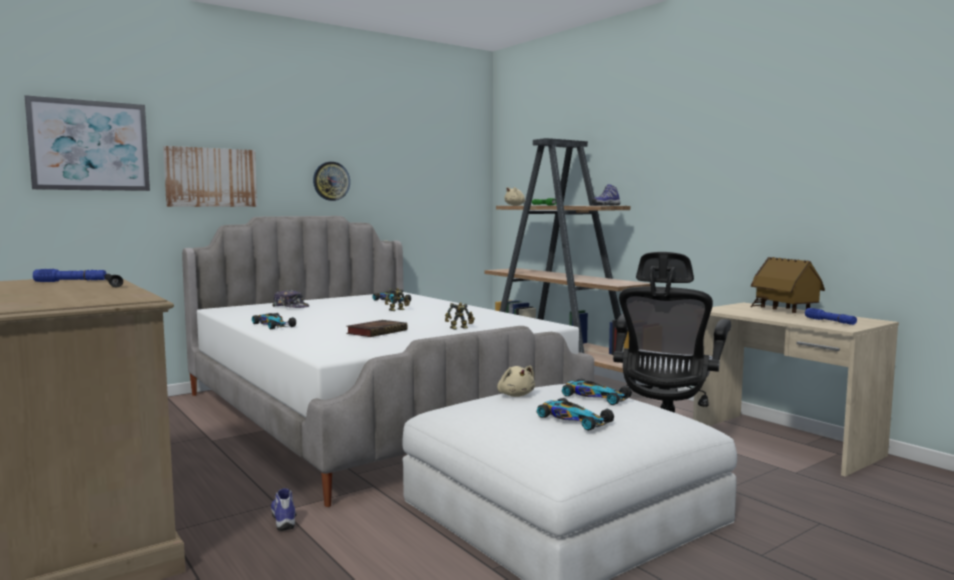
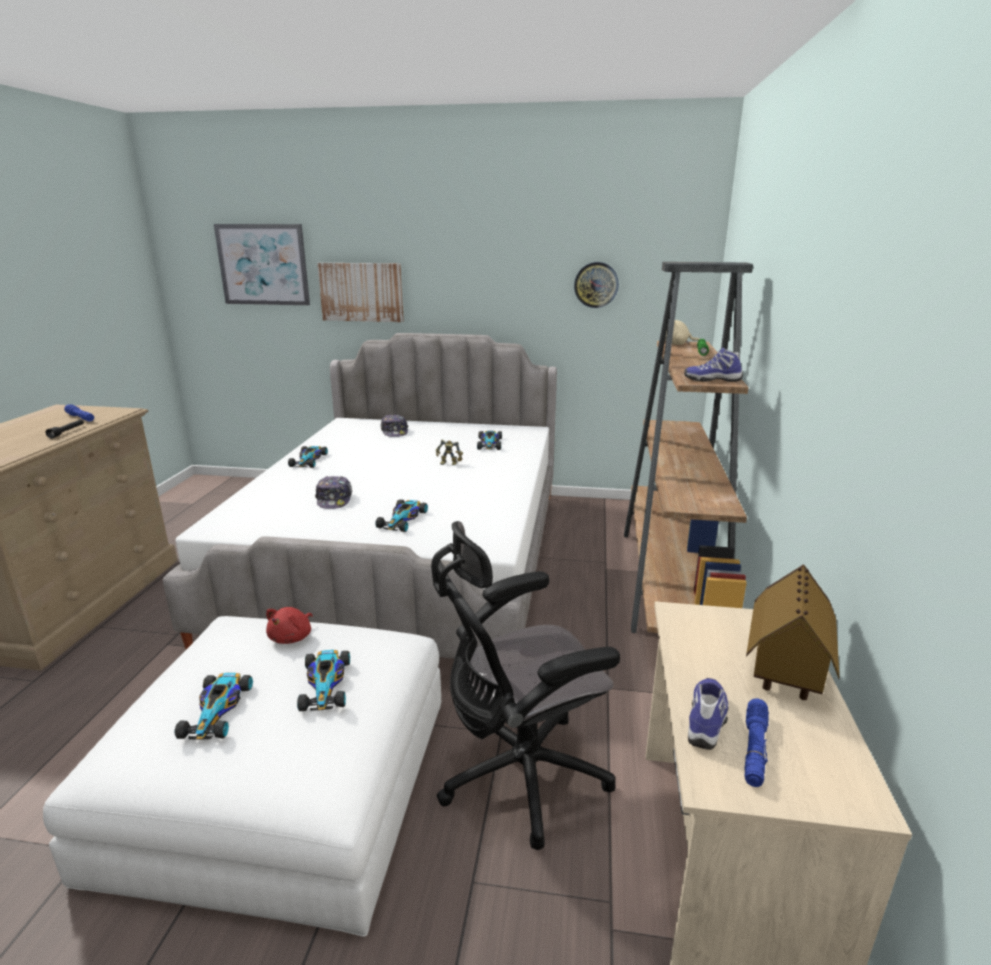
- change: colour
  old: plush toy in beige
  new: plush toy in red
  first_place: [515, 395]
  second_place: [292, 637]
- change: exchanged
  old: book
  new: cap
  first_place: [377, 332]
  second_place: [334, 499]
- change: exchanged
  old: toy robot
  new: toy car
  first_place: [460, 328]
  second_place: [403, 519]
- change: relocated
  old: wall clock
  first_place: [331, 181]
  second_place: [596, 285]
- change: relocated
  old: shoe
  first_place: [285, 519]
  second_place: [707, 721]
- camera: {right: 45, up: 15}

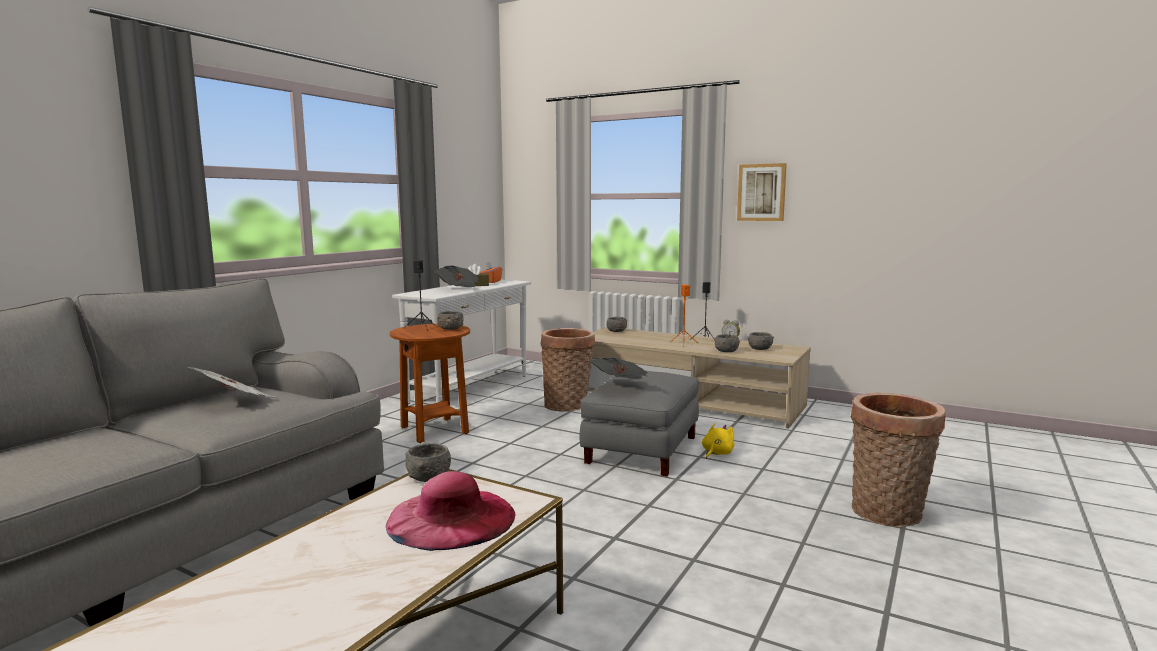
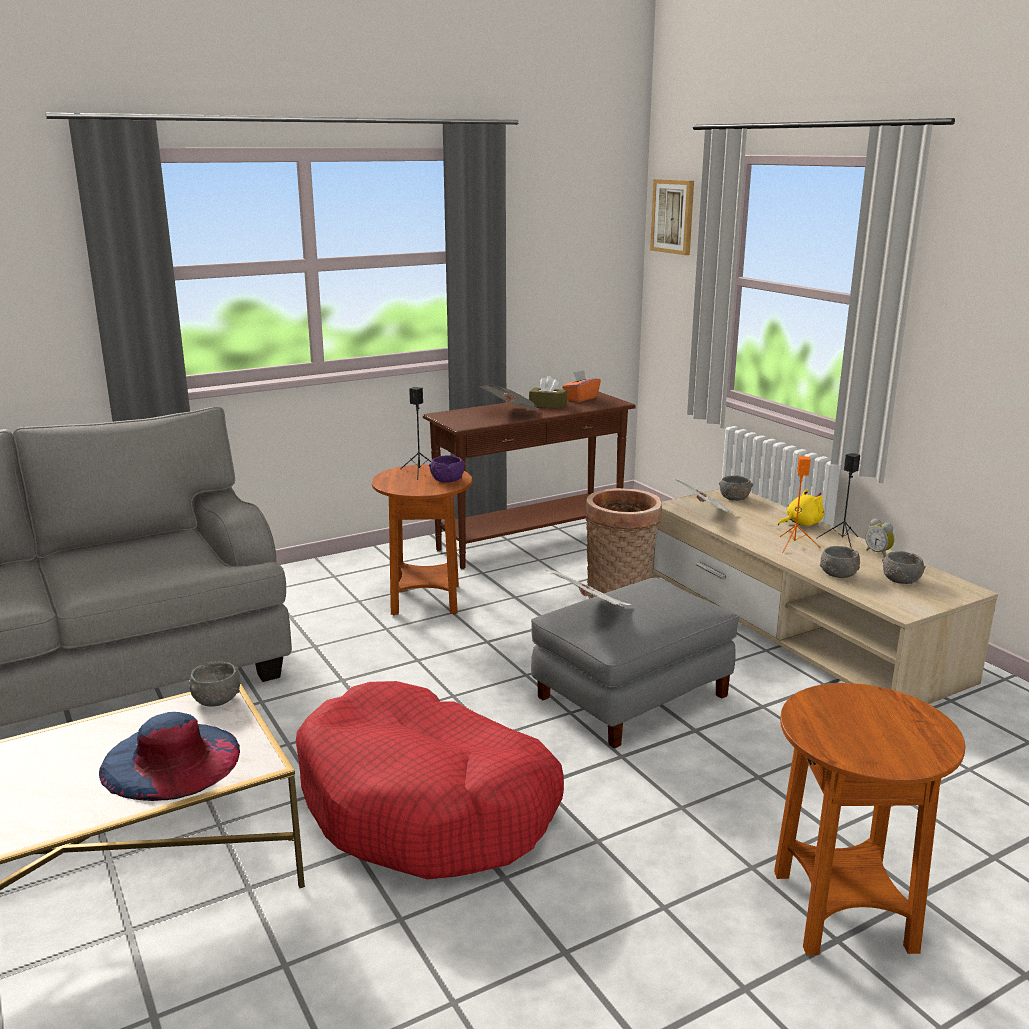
- change: colour
  old: hat in pink
  new: hat in blue
  first_place: [451, 518]
  second_place: [171, 760]
- change: appeared
  new: dog bed in red
  second_place: [427, 806]
- change: colour
  old: console table in white
  new: console table in brown
  first_place: [470, 388]
  second_place: [530, 541]
- change: colour
  old: bowl in grey
  new: bowl in purple
  first_place: [450, 329]
  second_place: [447, 480]
- change: relocated
  old: picture
  first_place: [761, 192]
  second_place: [673, 216]
- change: relocated
  old: newspaper
  first_place: [236, 402]
  second_place: [704, 513]
- change: exchanged
  old: basket
  new: side table in brown
  first_place: [888, 515]
  second_place: [843, 912]
- change: relocated
  old: plush toy in yellow
  first_place: [716, 453]
  second_place: [801, 523]
- camera: {right: 30, up: 10}

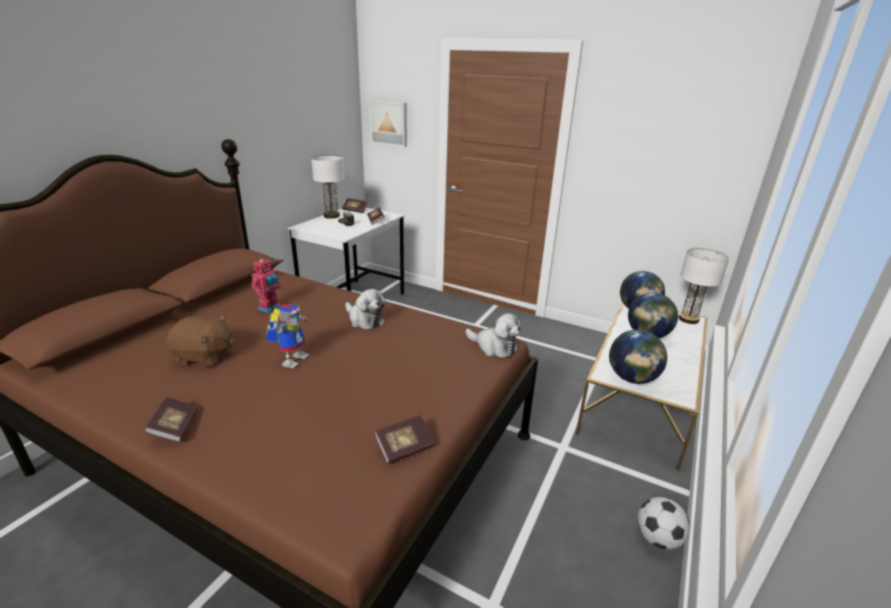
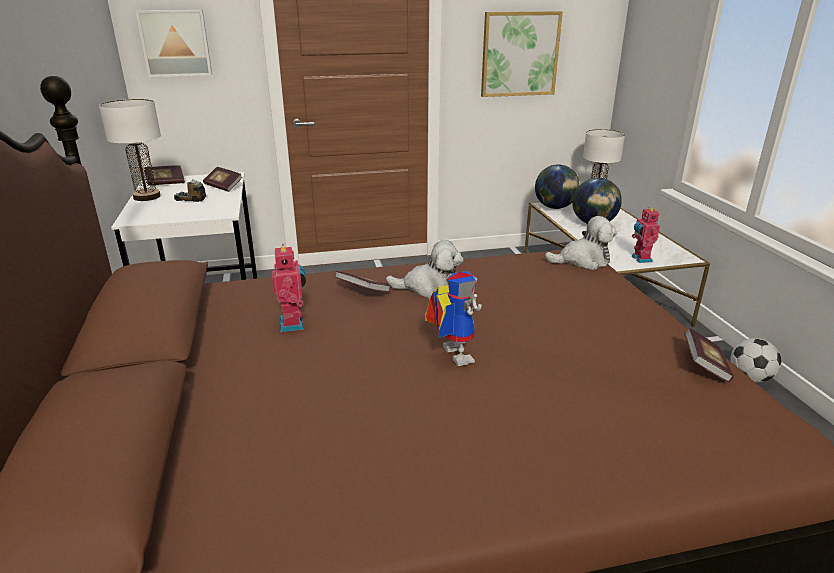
- change: relocated
  old: book
  first_place: [175, 428]
  second_place: [363, 292]
- change: appeared
  new: picture
  second_place: [519, 54]
- change: exchanged
  old: globe
  new: toy robot
  first_place: [632, 379]
  second_place: [640, 259]
- change: missing
  old: plush toy in brown
  first_place: [204, 357]
- camera: {right: -40, up: 0}

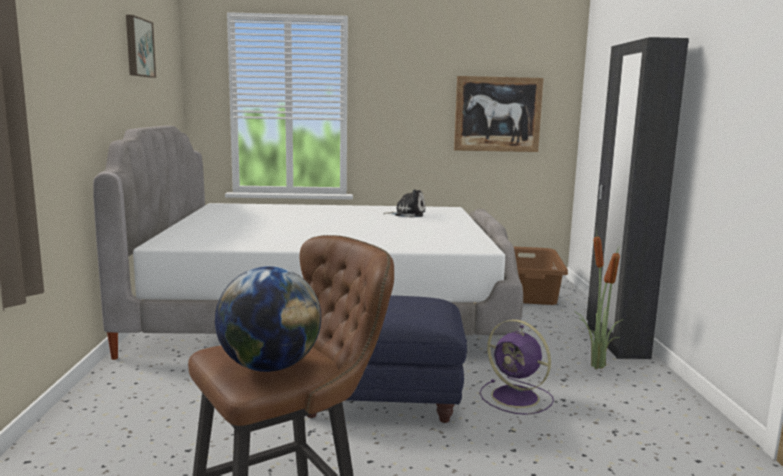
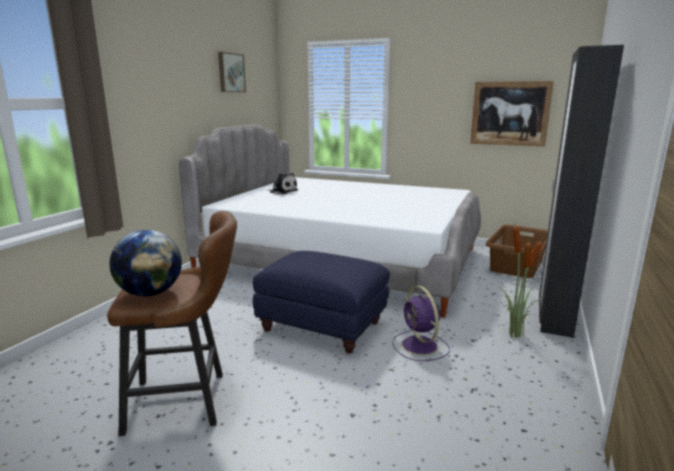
- change: relocated
  old: plush toy
  first_place: [407, 214]
  second_place: [282, 191]
- camera: {right: 25, up: 5}

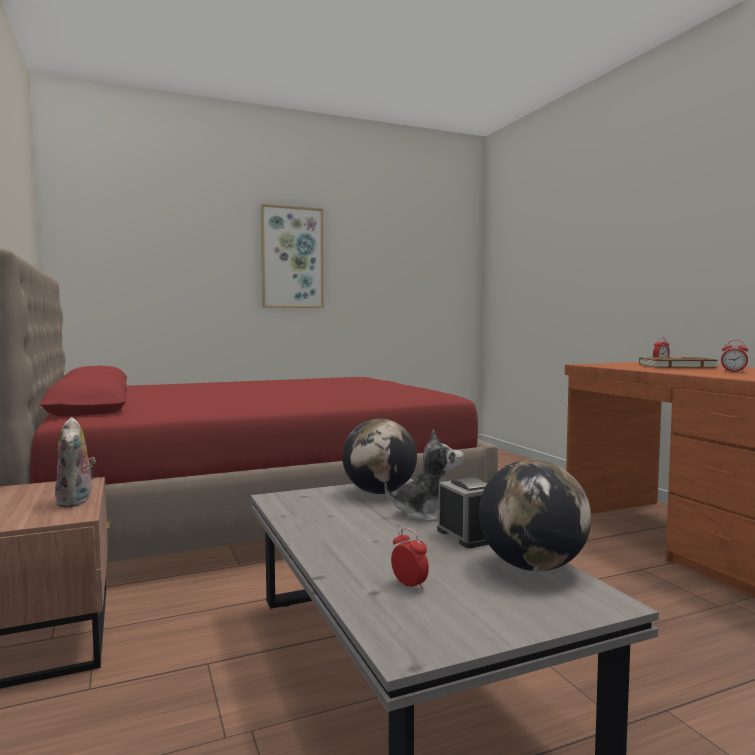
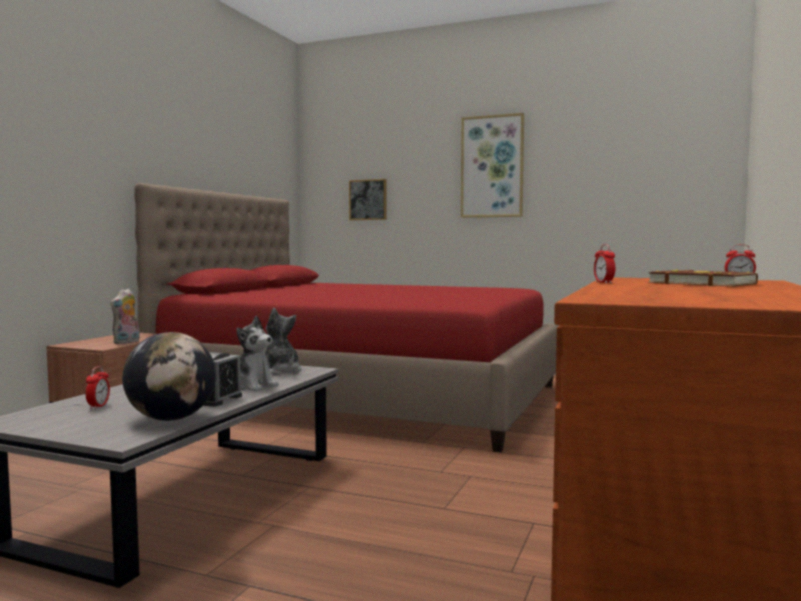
- change: exchanged
  old: globe
  new: plush toy
  first_place: [379, 492]
  second_place: [280, 371]
- change: appeared
  new: picture
  second_place: [368, 200]
- change: relocated
  old: alarm clock
  first_place: [733, 371]
  second_place: [603, 283]
- camera: {right: 45, up: 0}

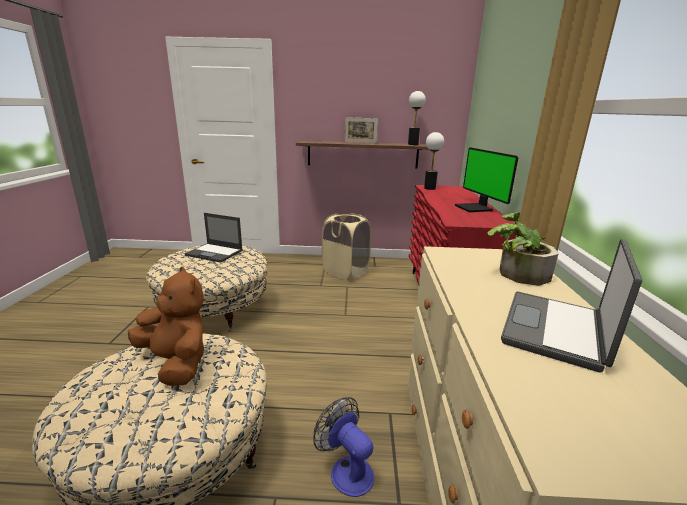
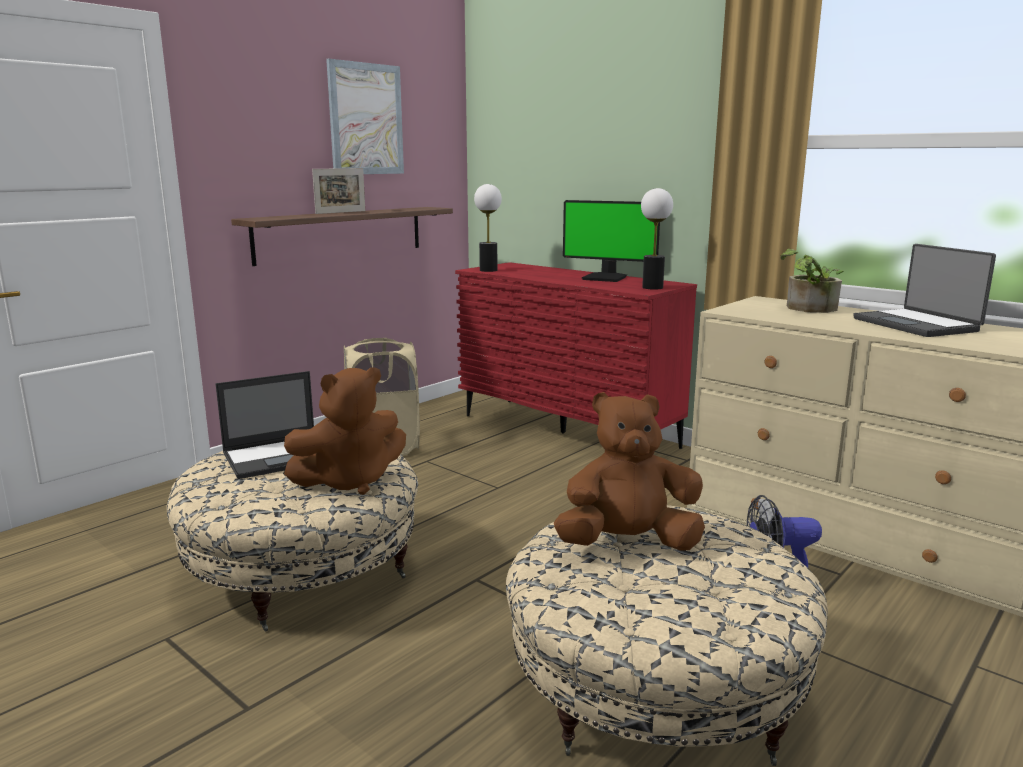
- change: appeared
  new: plush toy in brown
  second_place: [350, 481]
- change: appeared
  new: picture
  second_place: [366, 119]
- change: relocated
  old: table lamp
  first_place: [413, 144]
  second_place: [652, 287]
- camera: {right: -50, up: -5}

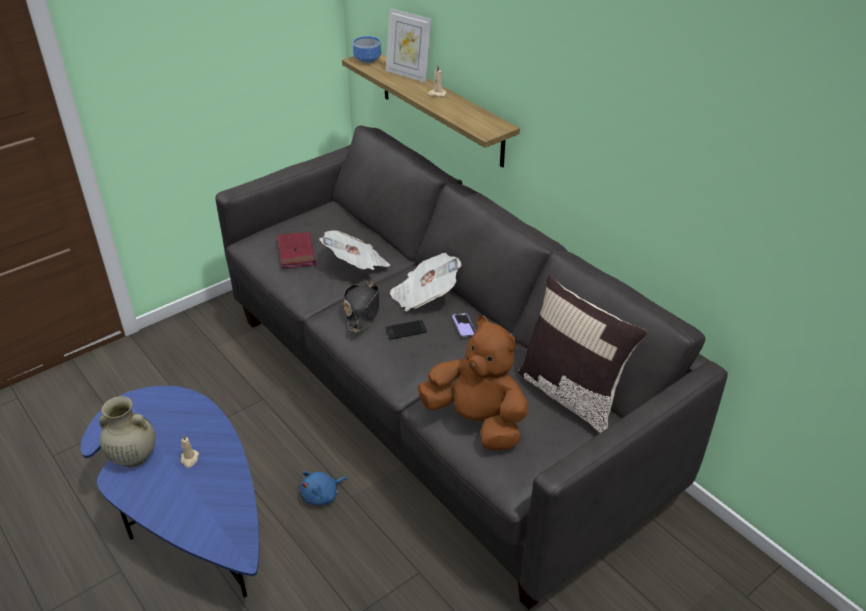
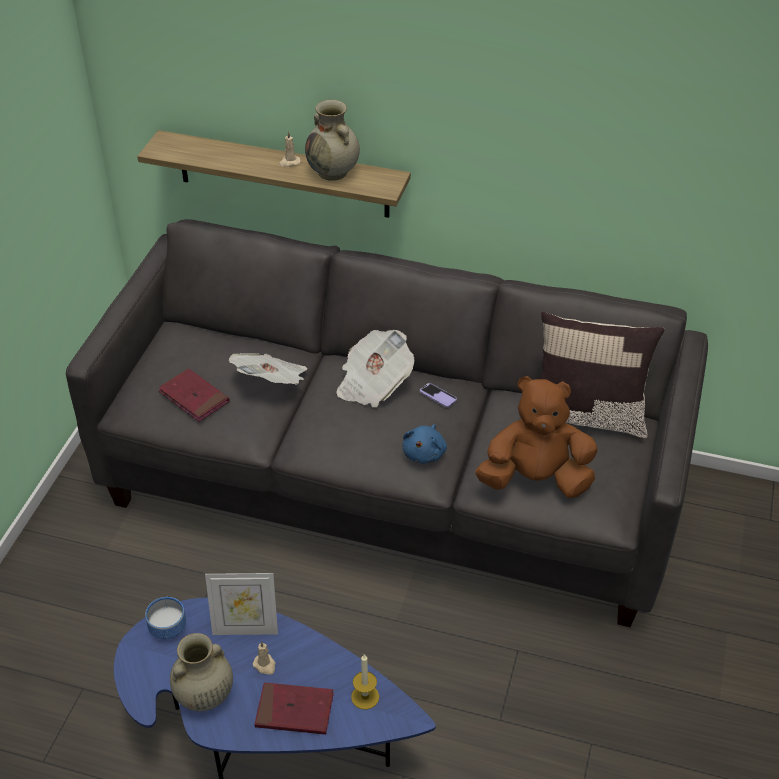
- change: relocated
  old: bowl
  first_place: [366, 60]
  second_place: [166, 628]
- change: relocated
  old: picture frame
  first_place: [408, 75]
  second_place: [245, 628]
- change: appeared
  new: book in red
  second_place: [294, 711]
- change: appeared
  new: vase in beige
  second_place: [333, 172]
- change: appeared
  new: candle
  second_place: [365, 697]
- change: relocated
  old: plush toy in blue
  first_place: [322, 495]
  second_place: [425, 453]
- change: missing
  old: hat in black
  first_place: [362, 310]
- change: missing
  old: phone
  first_place: [406, 330]
- camera: {right: -35, up: 5}

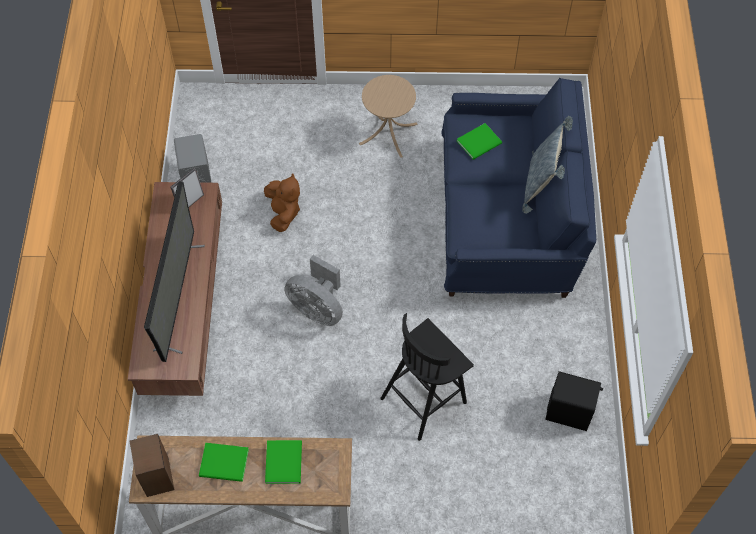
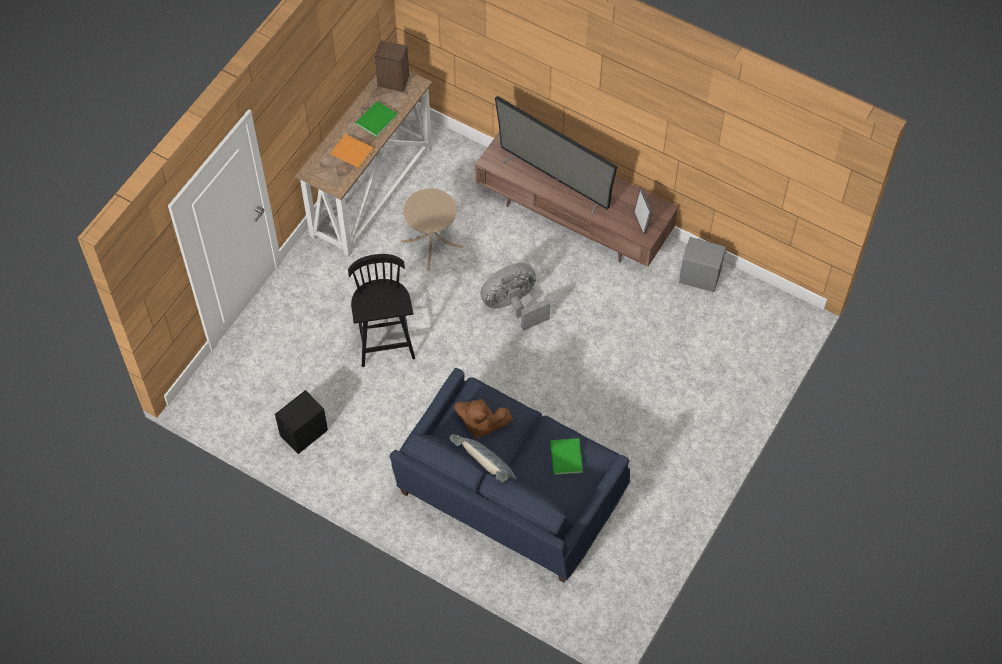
- change: colour
  old: book in green
  new: book in orange
  first_place: [285, 461]
  second_place: [352, 153]
- change: relocated
  old: side table in beige
  first_place: [388, 134]
  second_place: [432, 244]
- change: relocated
  old: plush toy in brown
  first_place: [283, 213]
  second_place: [480, 424]
- camera: {right: 120, up: 0}

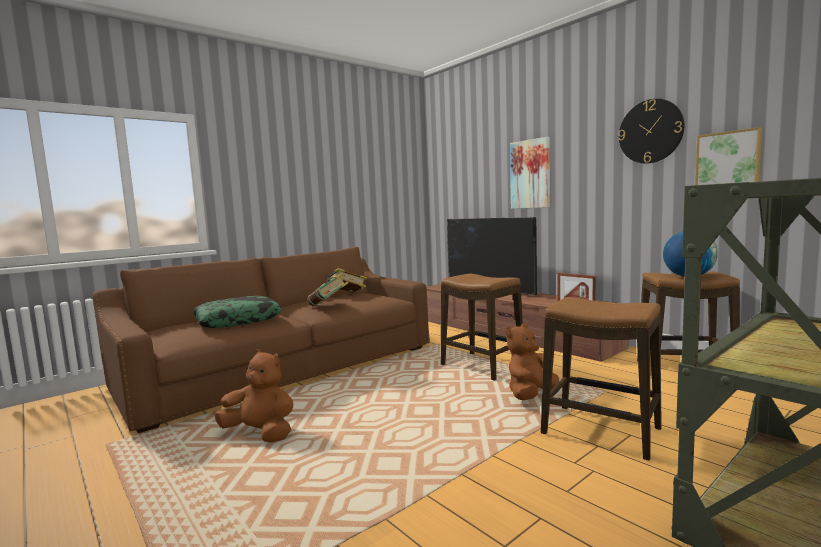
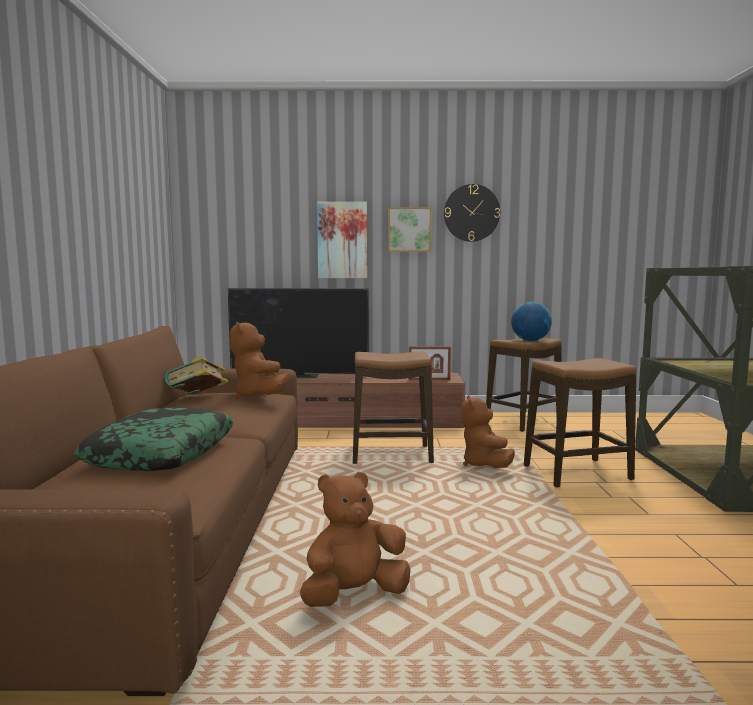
- change: appeared
  new: plush toy in brown
  second_place: [259, 396]
- change: relocated
  old: picture
  first_place: [728, 159]
  second_place: [409, 229]
- change: missing
  old: book
  first_place: [328, 306]
- camera: {right: -50, up: 0}

